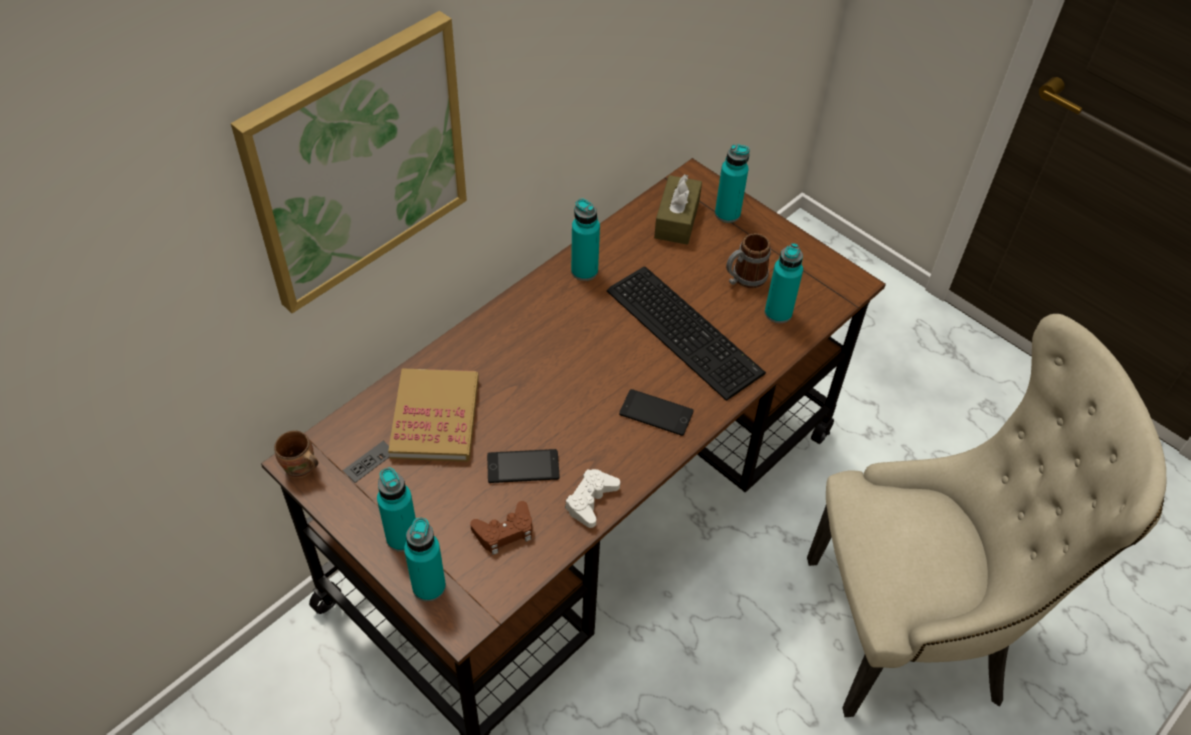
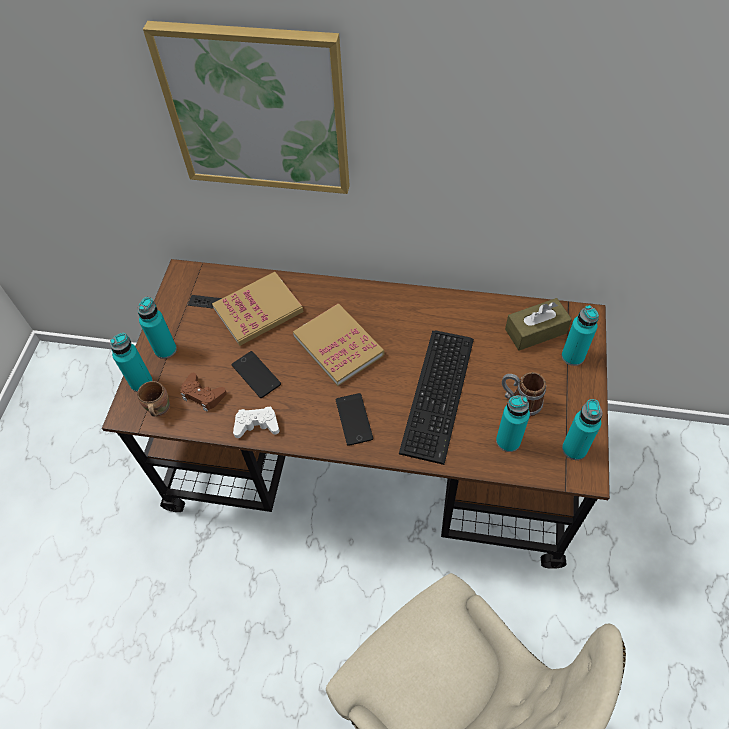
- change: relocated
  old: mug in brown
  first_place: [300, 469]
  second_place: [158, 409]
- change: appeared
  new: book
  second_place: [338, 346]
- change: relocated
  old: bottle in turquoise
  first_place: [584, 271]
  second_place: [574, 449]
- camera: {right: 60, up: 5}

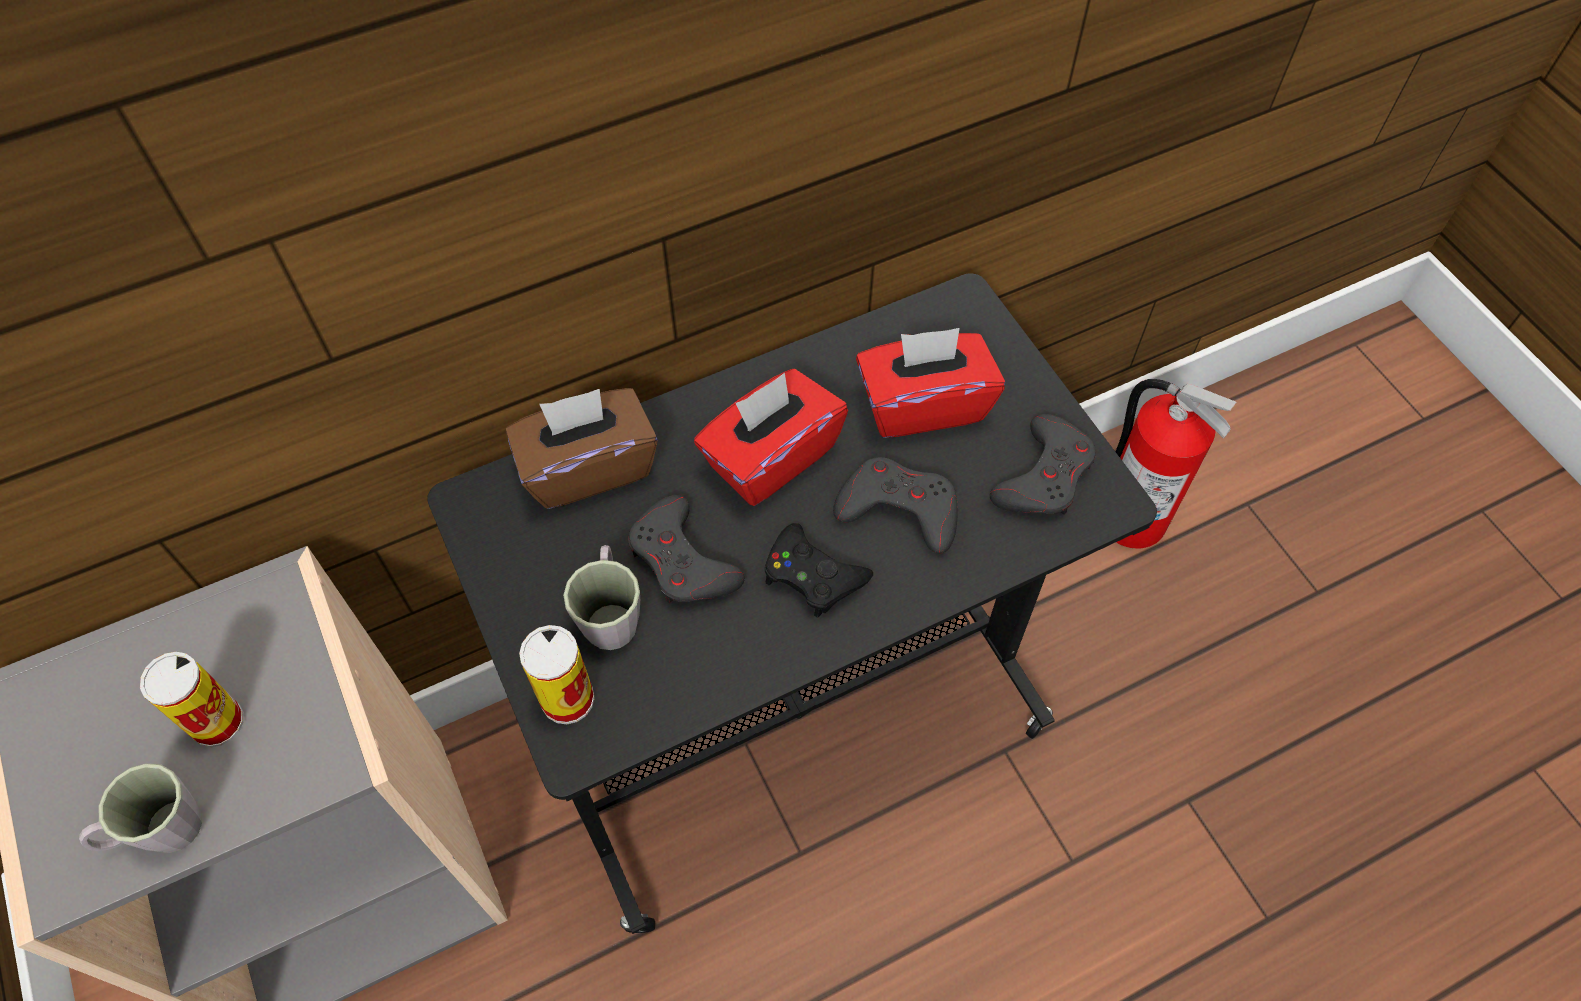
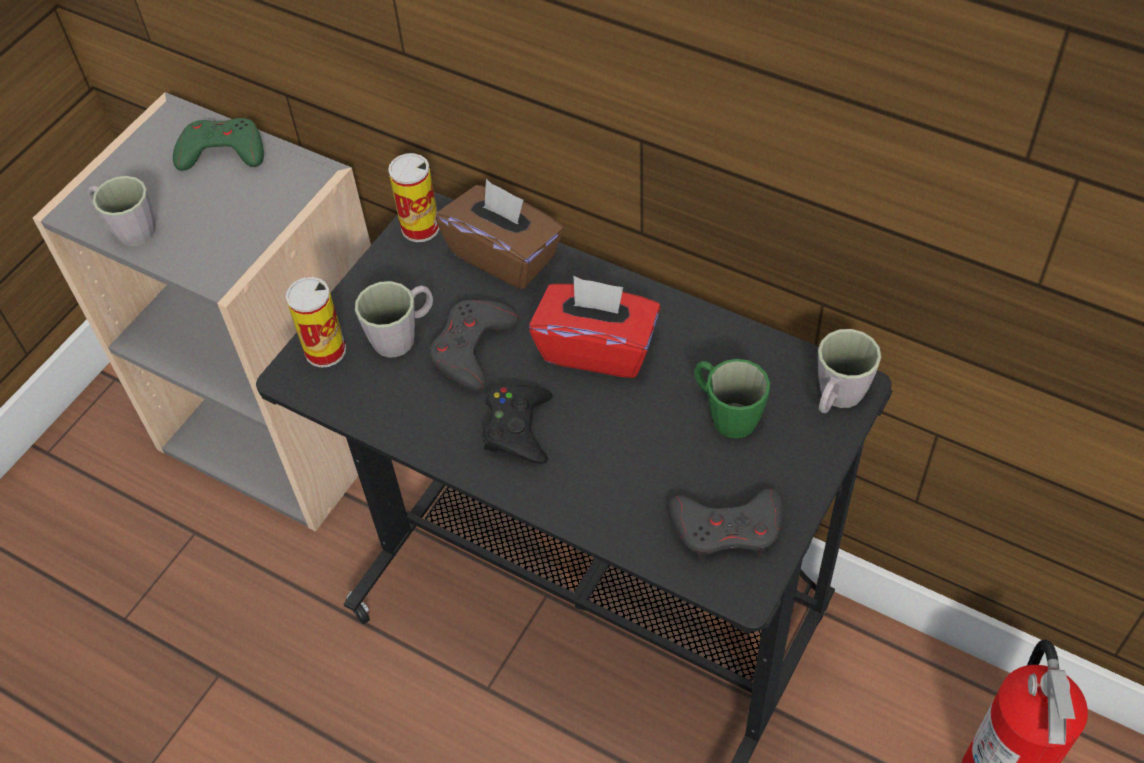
- change: appeared
  new: game controller in green
  second_place: [222, 151]
- change: relocated
  old: can
  first_place: [217, 722]
  second_place: [420, 227]
- change: exchanged
  old: tissue box in red
  new: mug in green
  first_place: [923, 404]
  second_place: [726, 413]
- change: appeared
  new: mug in grey
  second_place: [836, 398]
- change: missing
  old: game controller in grey
  first_place: [899, 509]
- camera: {right: 60, up: -5}

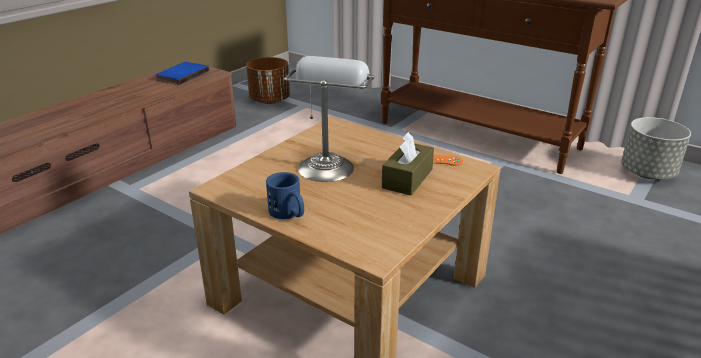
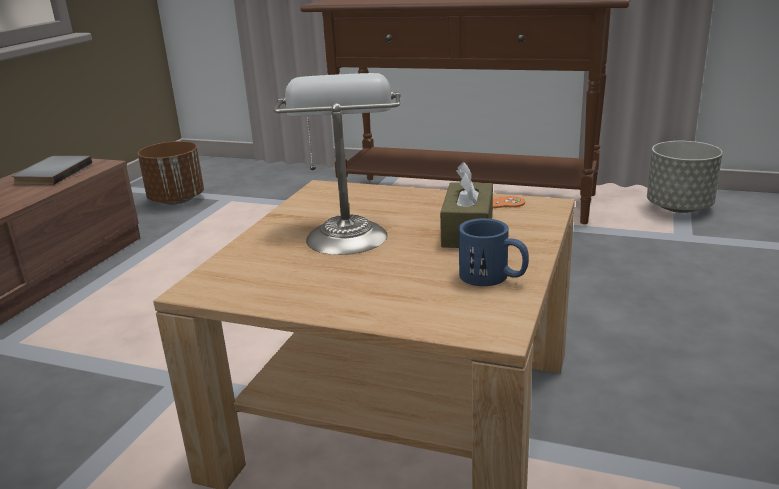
- change: colour
  old: book in blue
  new: book in grey
  first_place: [181, 75]
  second_place: [51, 173]
- change: relocated
  old: mug in blue
  first_place: [289, 213]
  second_place: [493, 277]
- camera: {right: -15, up: -5}

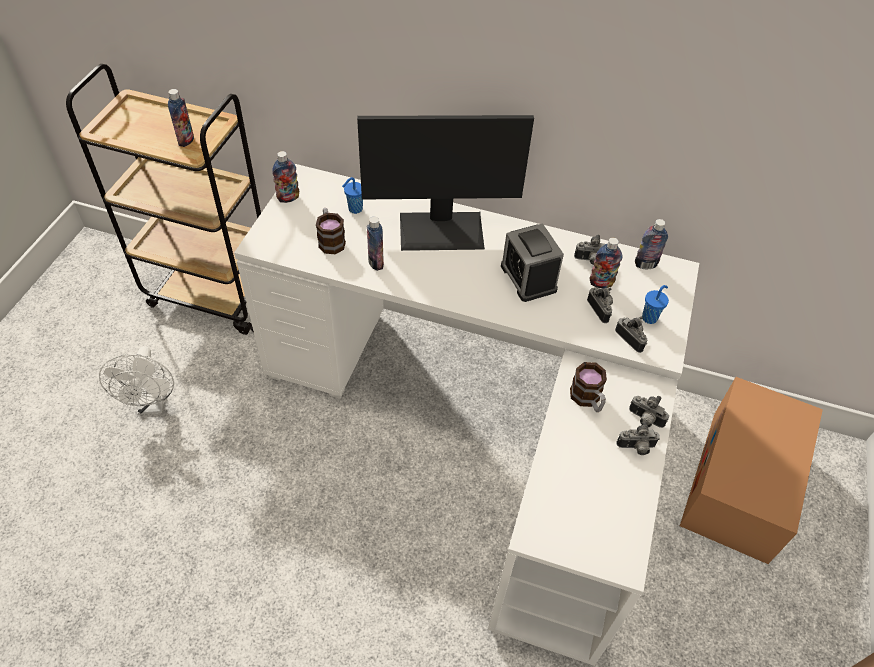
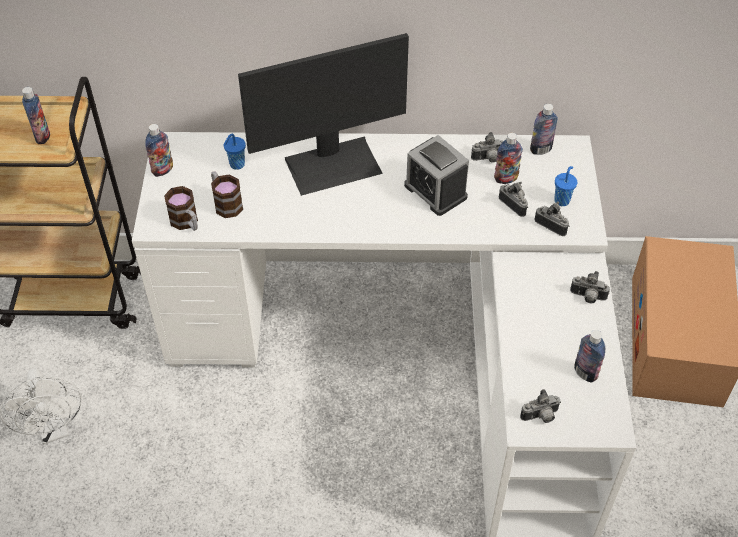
- change: relocated
  old: mug
  first_place: [587, 400]
  second_place: [187, 223]
- change: relocated
  old: photo camera
  first_place: [636, 448]
  second_place: [540, 417]
- change: relocated
  old: bottle
  first_place: [376, 263]
  second_place: [585, 373]
- camera: {right: -15, up: 0}

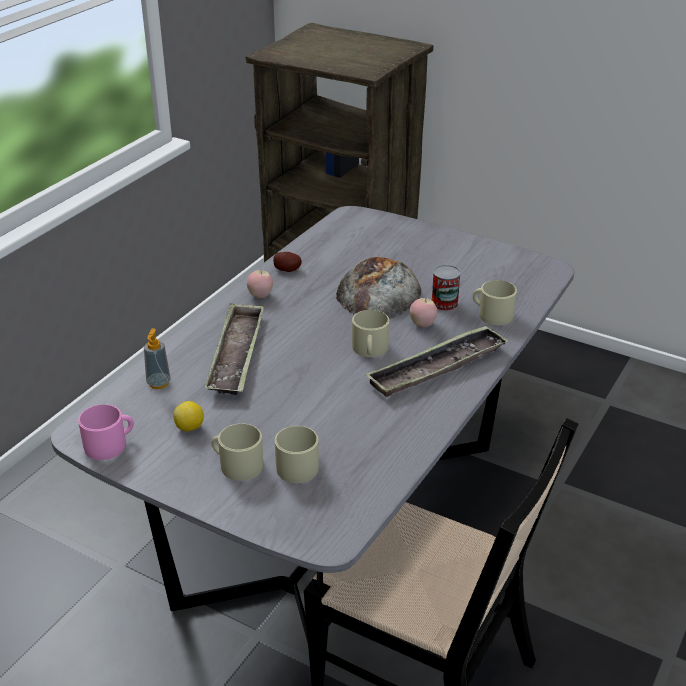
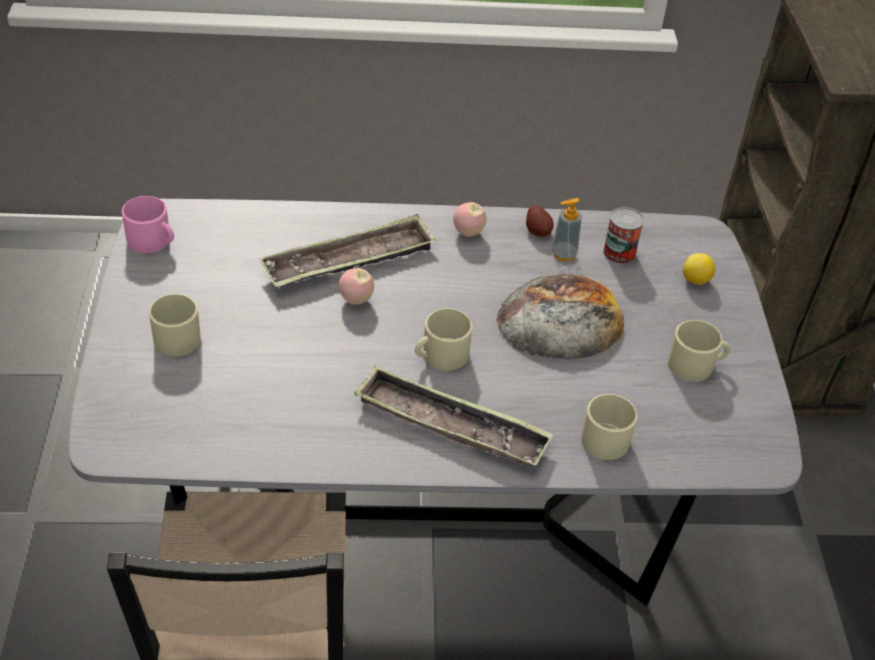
- change: relocated
  old: apple
  first_place: [422, 325]
  second_place: [356, 299]
- change: relocated
  old: soap dispenser
  first_place: [158, 383]
  second_place: [563, 254]
- change: relocated
  old: can
  first_place: [444, 304]
  second_place: [619, 253]
- change: relocated
  old: mug in beige
  first_place: [300, 465]
  second_place: [696, 365]
- change: relocated
  old: lemon
  first_place: [190, 428]
  second_place: [696, 280]
- camera: {right: 55, up: 10}

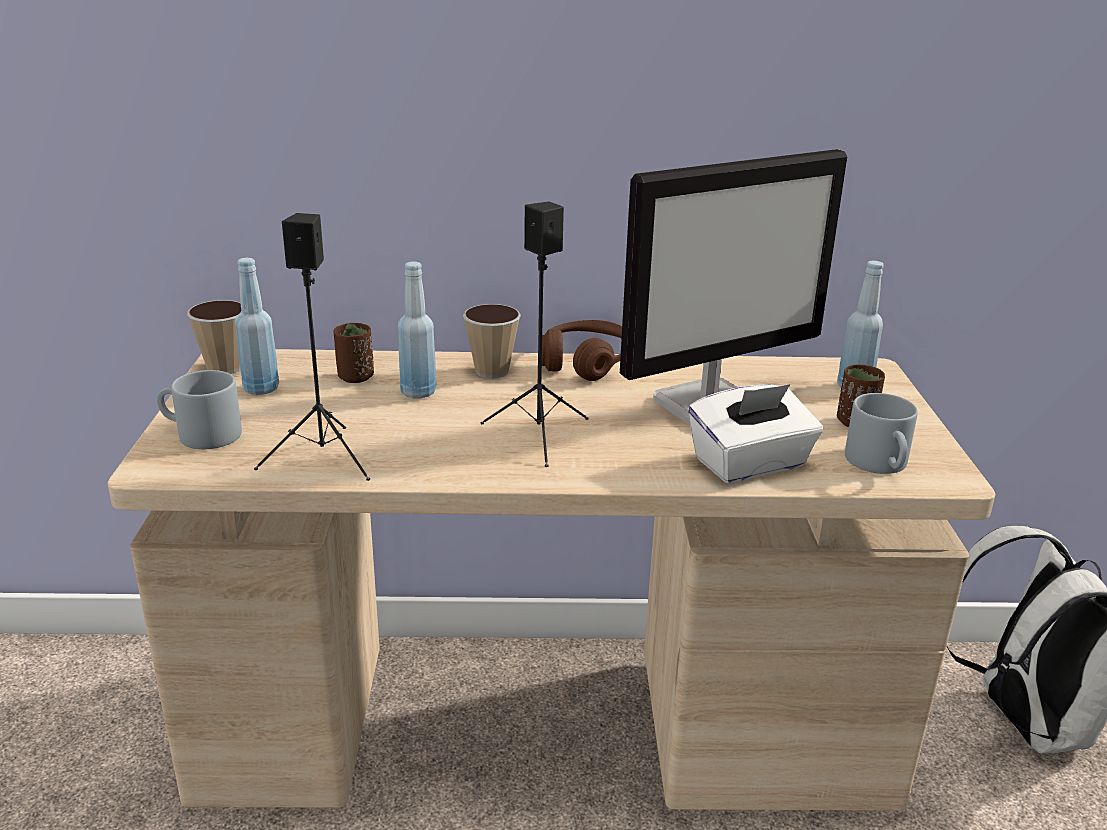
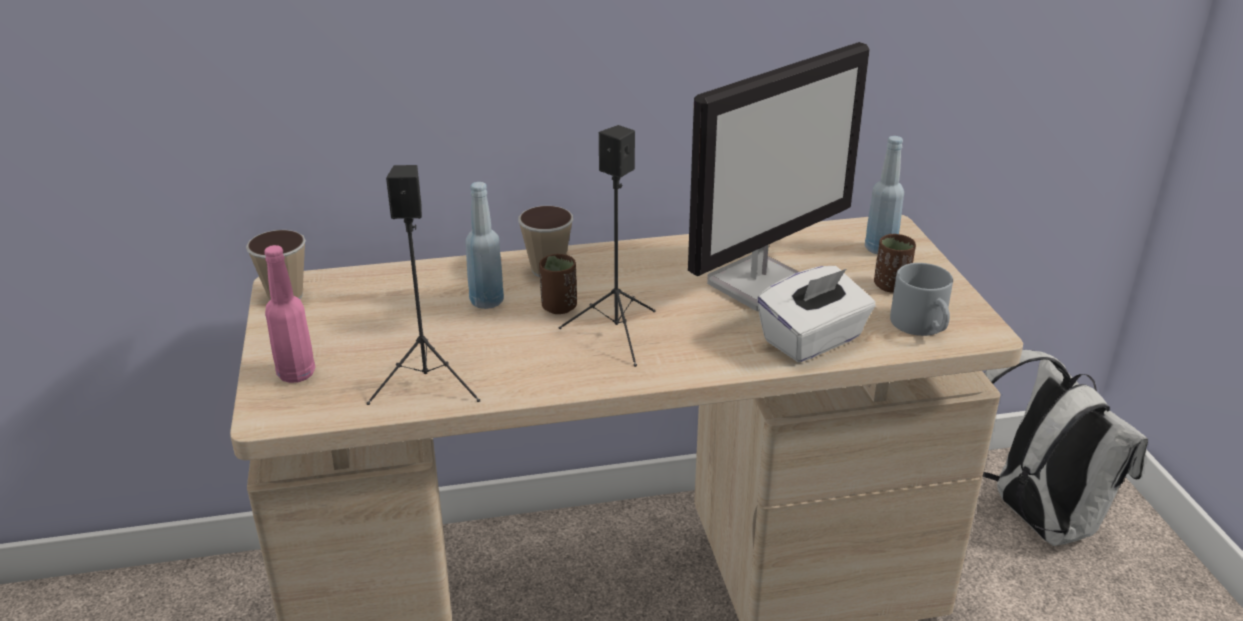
- change: exchanged
  old: mug in grey
  new: bottle in pink
  first_place: [200, 434]
  second_place: [296, 374]
- change: relocated
  old: cup in brown
  first_place: [355, 377]
  second_place: [559, 307]
- change: missing
  old: bottle in blue
  first_place: [261, 389]
- change: missing
  old: headphones in brown
  first_place: [586, 363]
- camera: {right: -10, up: 5}

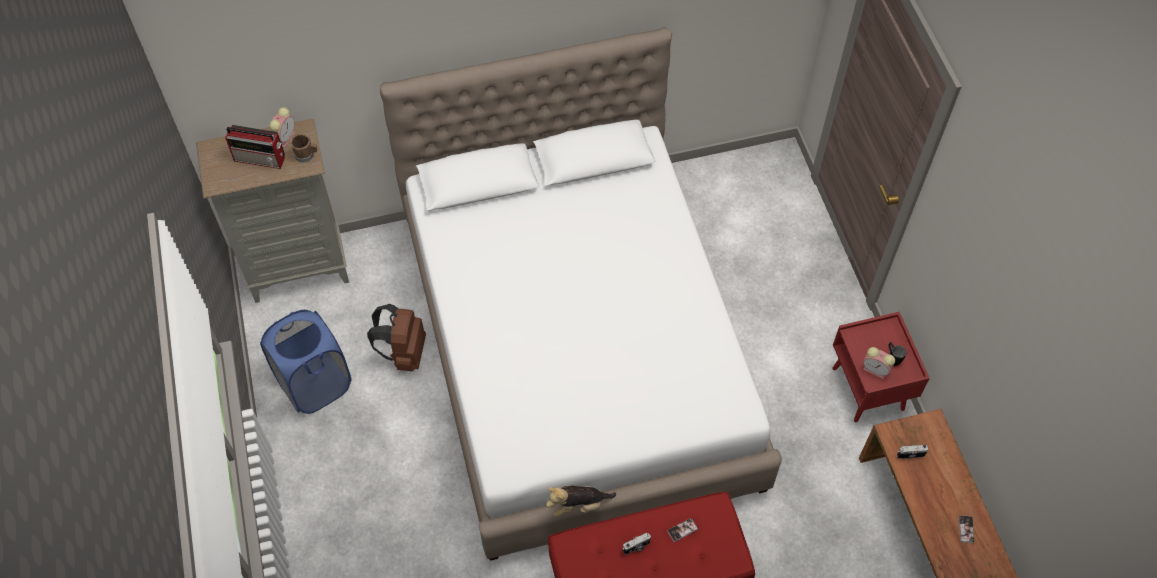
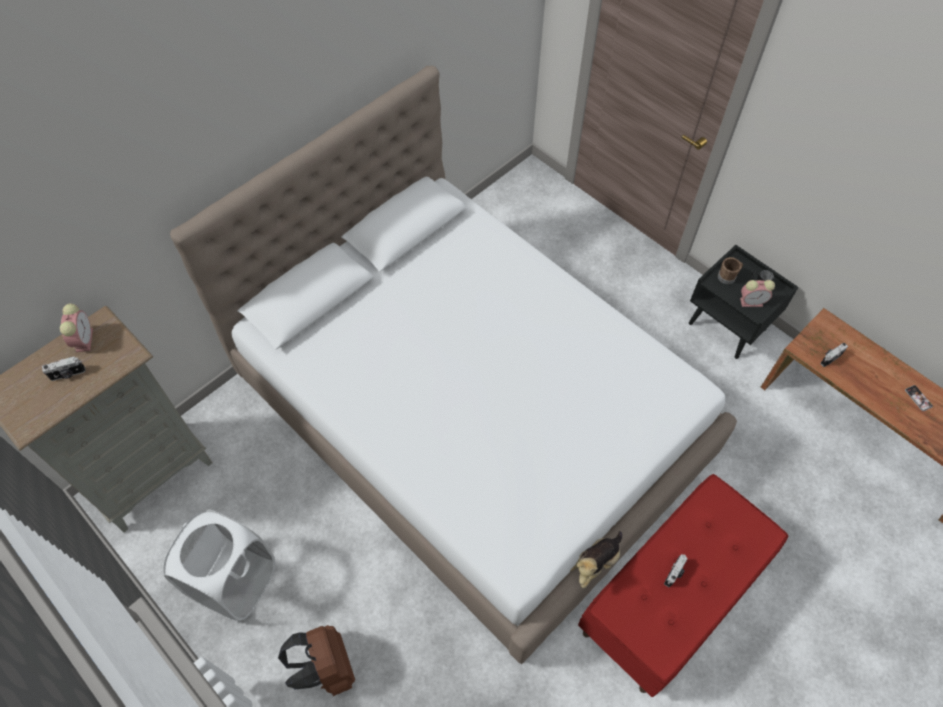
- change: exchanged
  old: radio
  new: photo camera
  first_place: [261, 159]
  second_place: [68, 374]
- change: colour
  old: laundry basket in blue
  new: laundry basket in white
  first_place: [315, 384]
  second_place: [236, 583]
- change: relocated
  old: backpack in brown
  first_place: [404, 353]
  second_place: [326, 668]
- change: colour
  old: nightstand in red
  new: nightstand in black
  first_place: [869, 389]
  second_place: [728, 326]
- change: relocated
  old: mug in brown
  first_place: [306, 155]
  second_place: [728, 276]
- change: missing
  old: phone
  first_place: [682, 530]
- camera: {right: -30, up: 0}

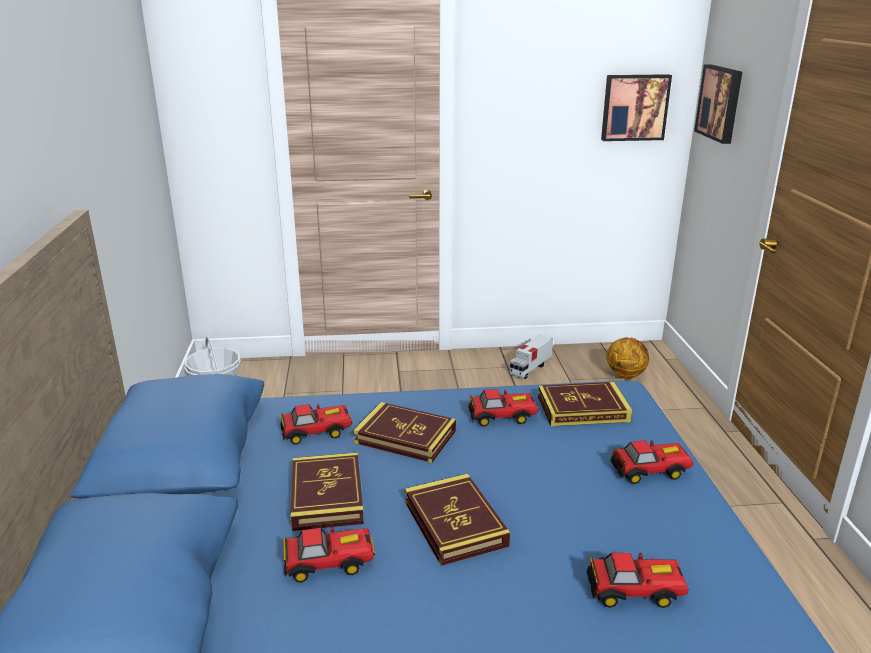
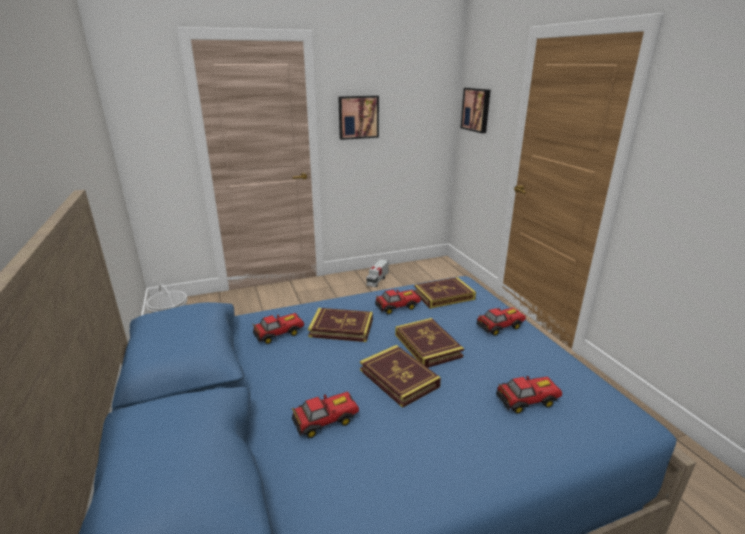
- change: relocated
  old: picture
  first_place: [634, 107]
  second_place: [358, 117]
- change: relocated
  old: book
  first_place: [327, 496]
  second_place: [427, 345]
- change: missing
  old: basketball
  first_place: [625, 375]
- camera: {right: -15, up: 0}

